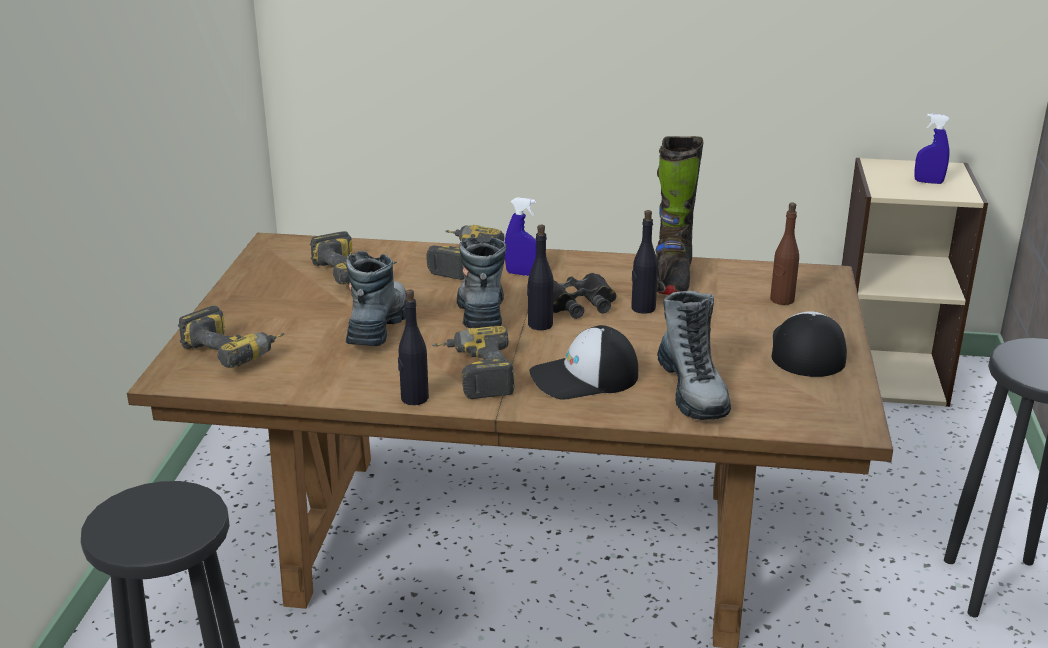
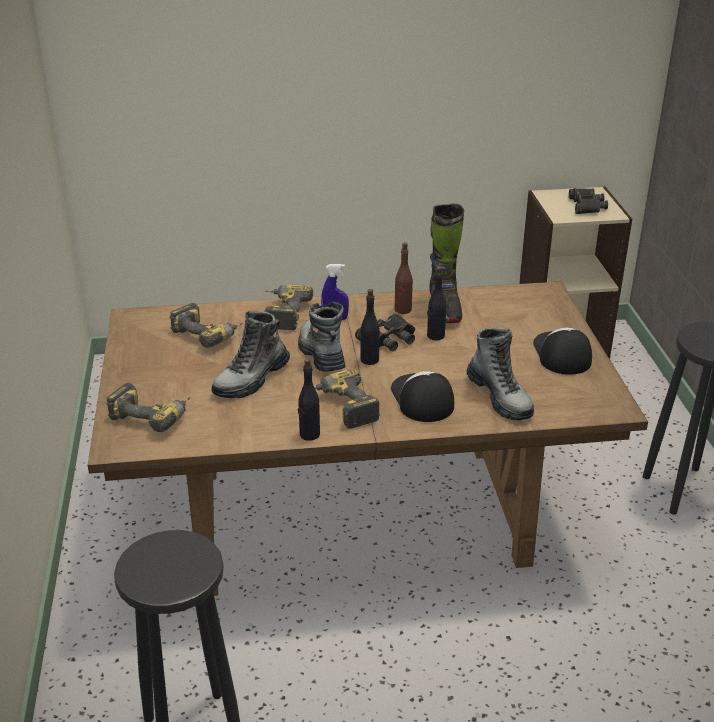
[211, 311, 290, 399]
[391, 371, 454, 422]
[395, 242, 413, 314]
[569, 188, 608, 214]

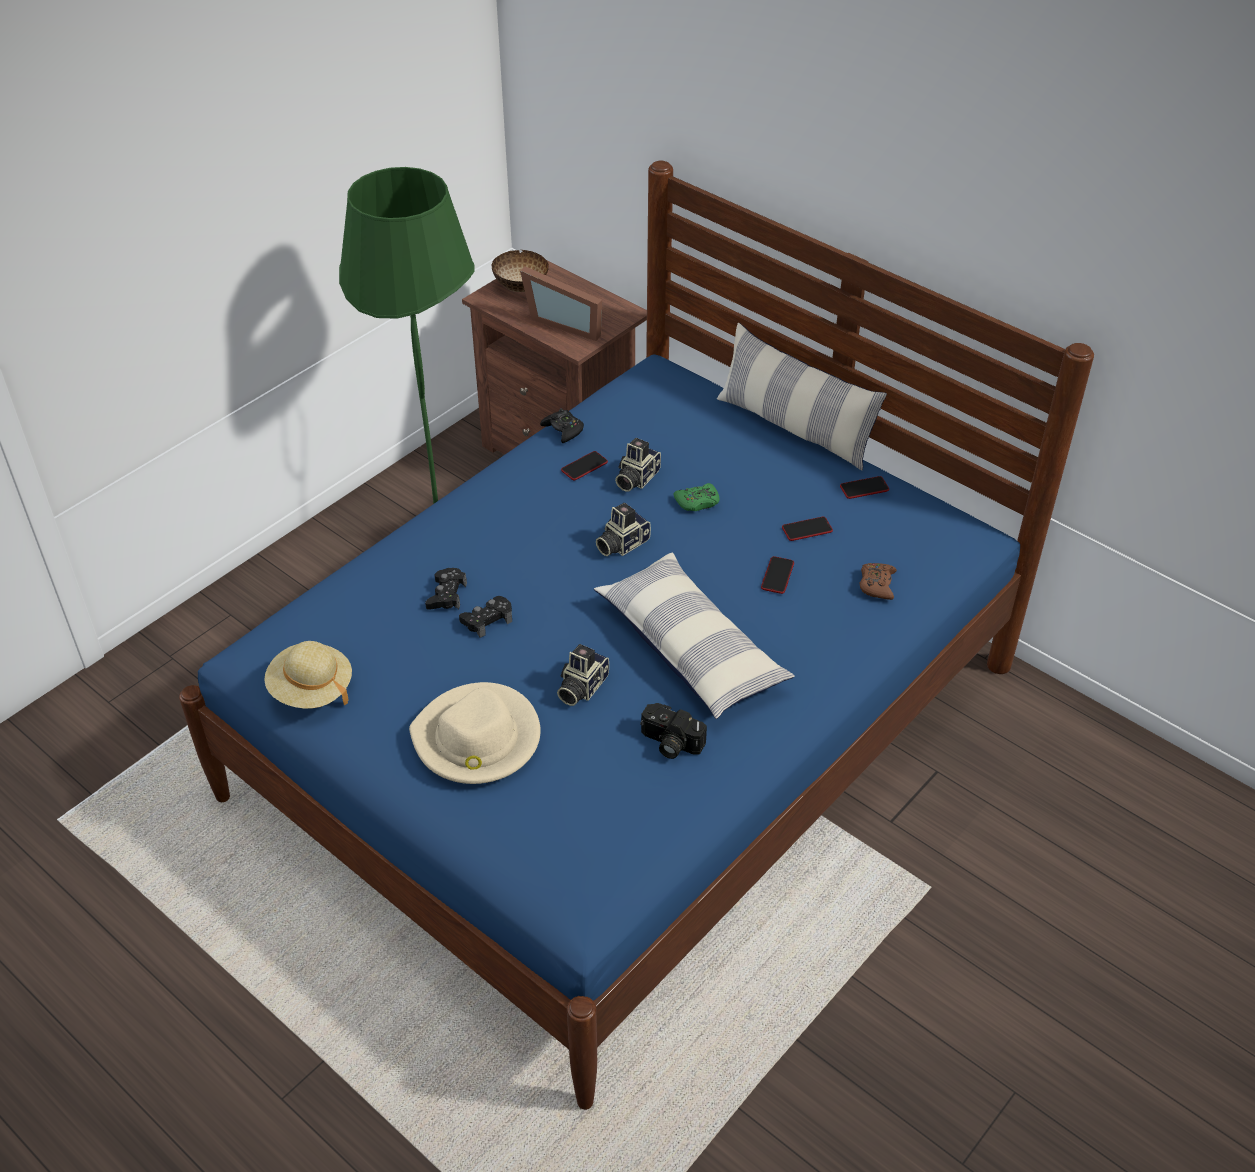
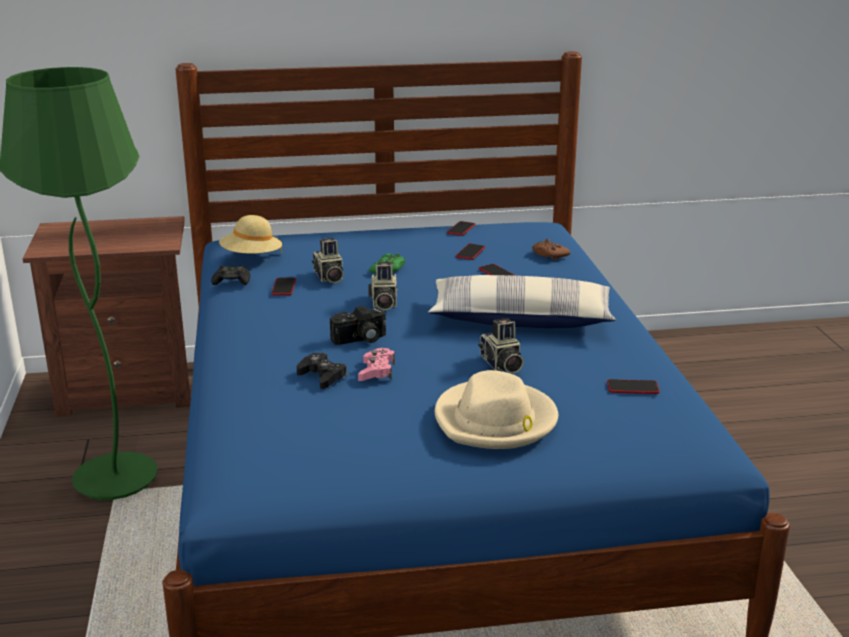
[219, 215, 282, 254]
[330, 306, 386, 345]
[358, 348, 395, 381]
[607, 379, 660, 394]
[492, 250, 549, 292] (first image)
[520, 266, 602, 341] (first image)
[717, 323, 887, 471] (first image)

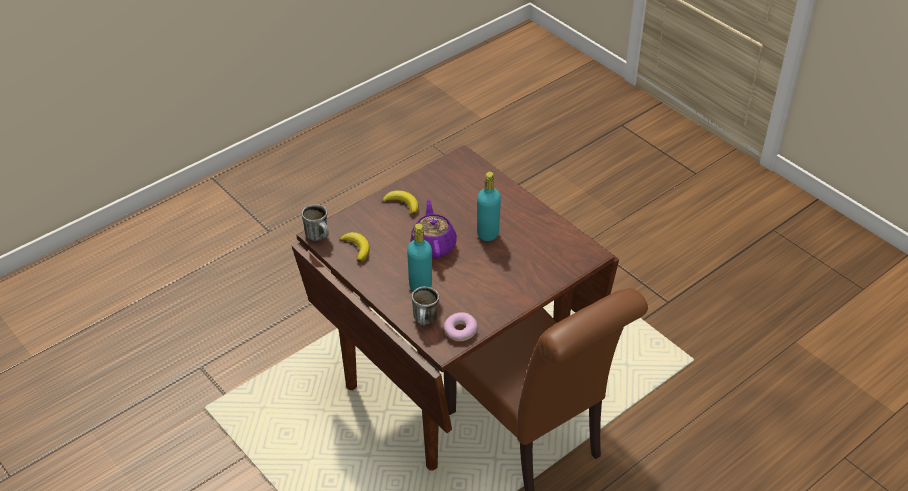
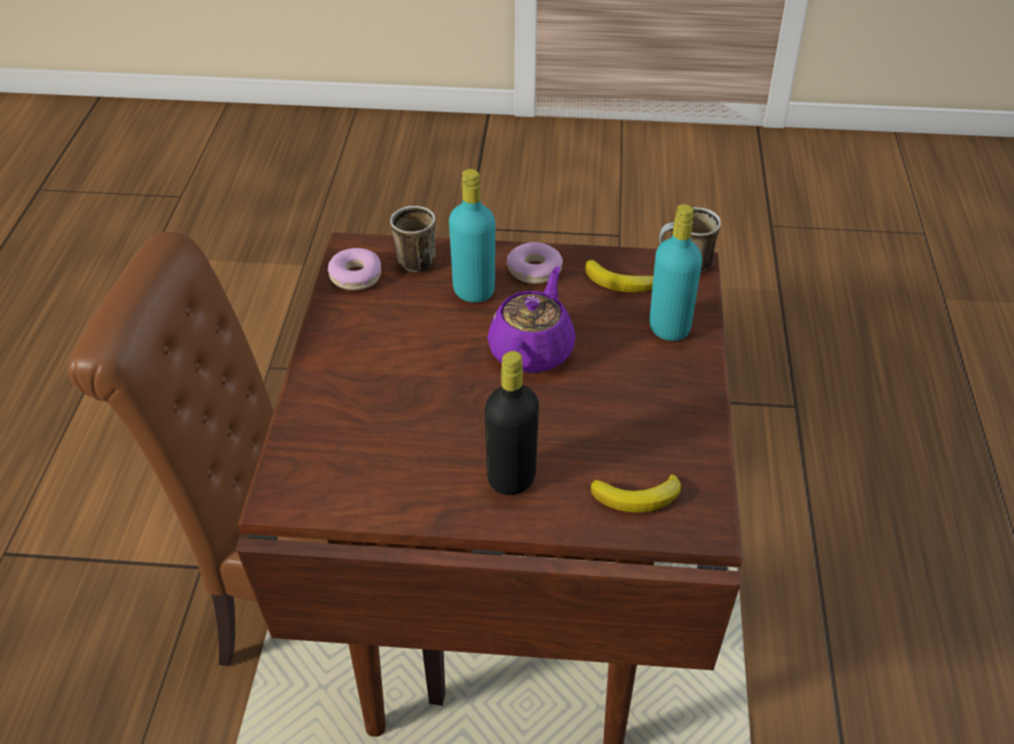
[485, 351, 539, 495]
[487, 267, 576, 373]
[507, 242, 563, 284]
[591, 474, 681, 512]
[649, 204, 702, 341]

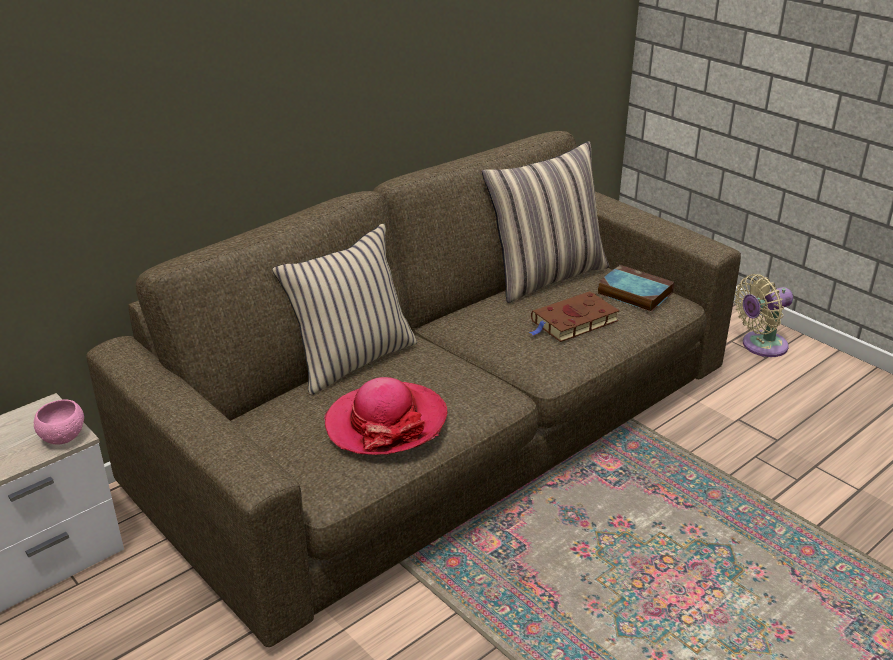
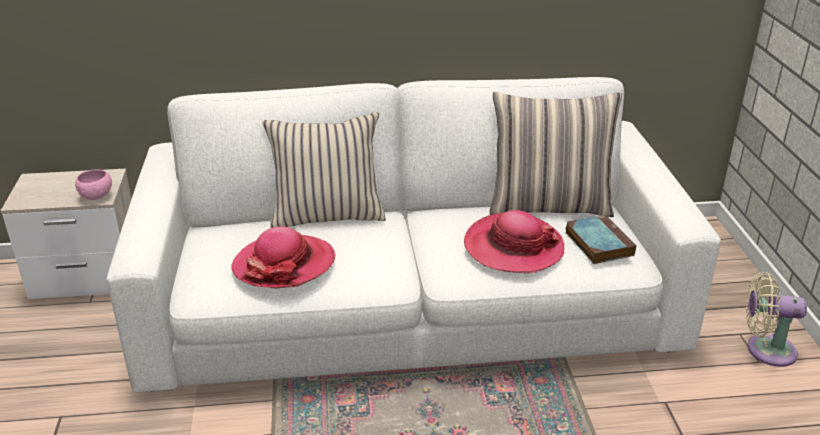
[107, 77, 721, 392]
[464, 210, 565, 274]

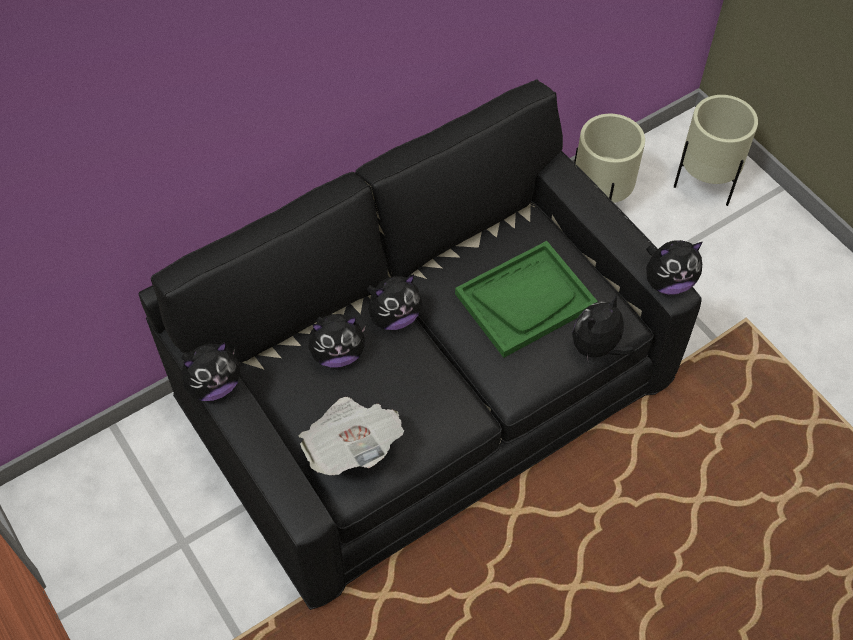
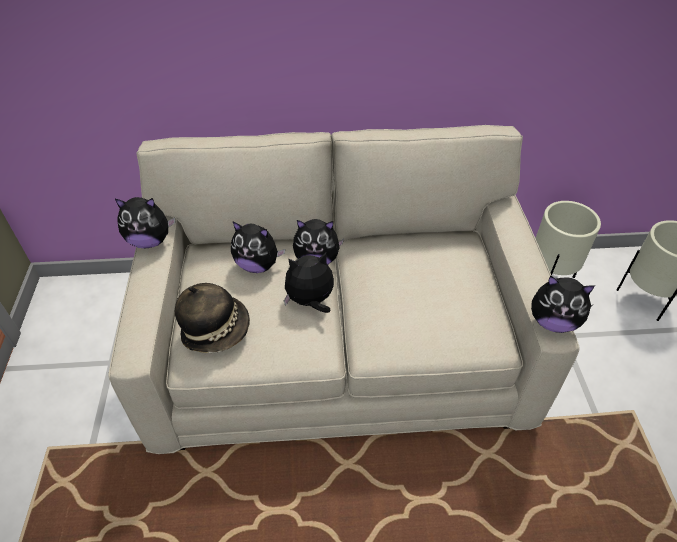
[108, 125, 580, 454]
[175, 283, 250, 353]
[284, 252, 334, 313]
[455, 241, 598, 358] (first image)

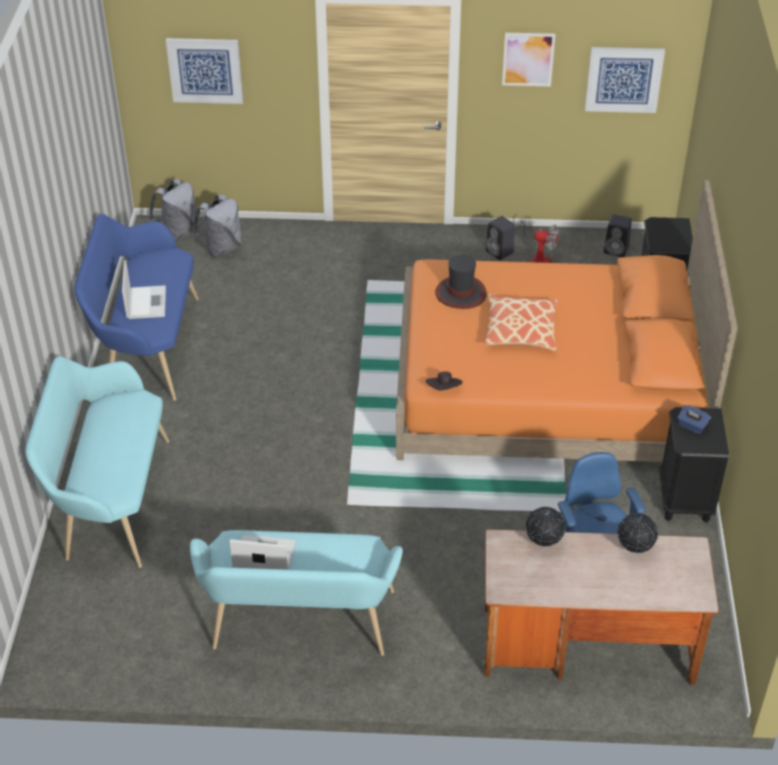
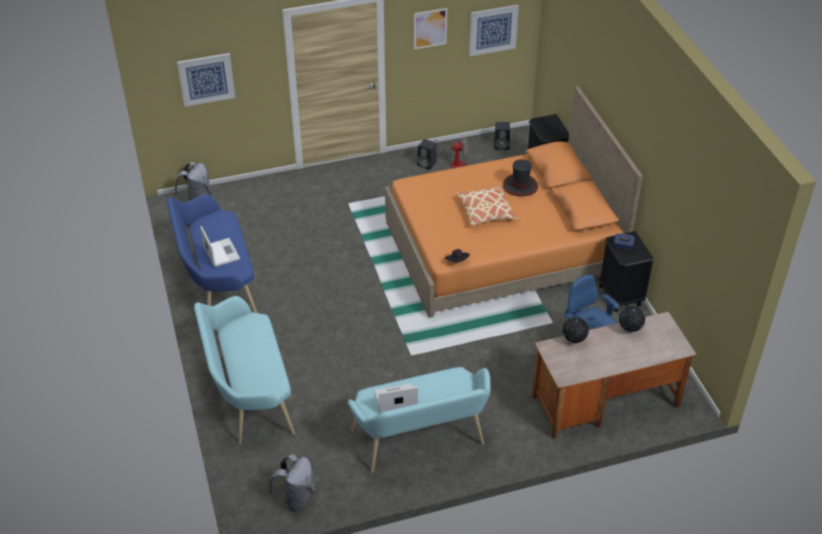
[268, 454, 315, 512]
[503, 159, 538, 196]

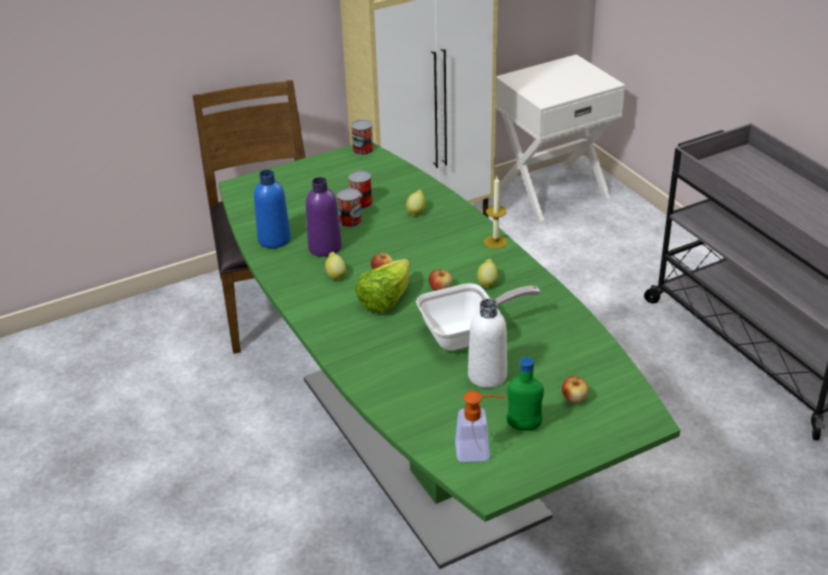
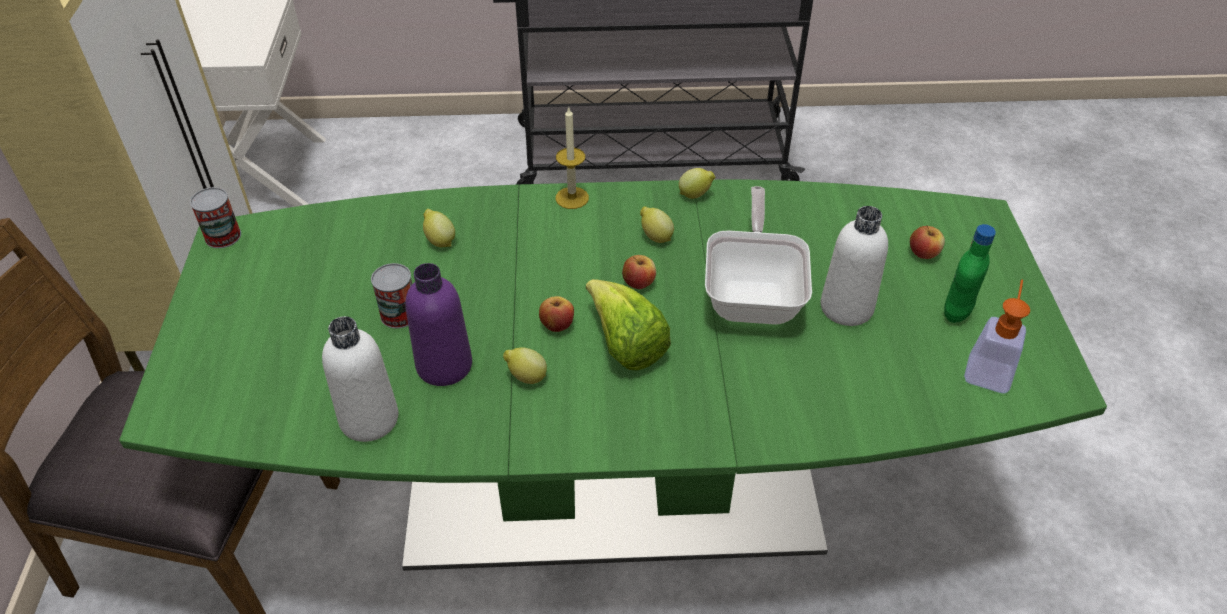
[322, 316, 398, 442]
[679, 168, 716, 199]
[348, 170, 372, 209] (first image)

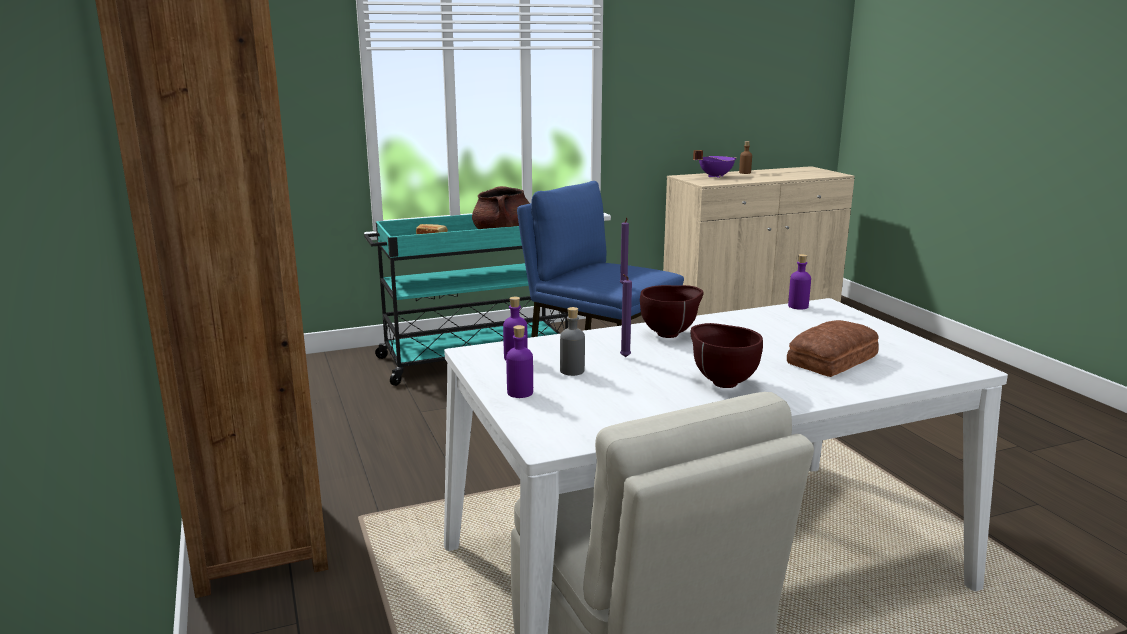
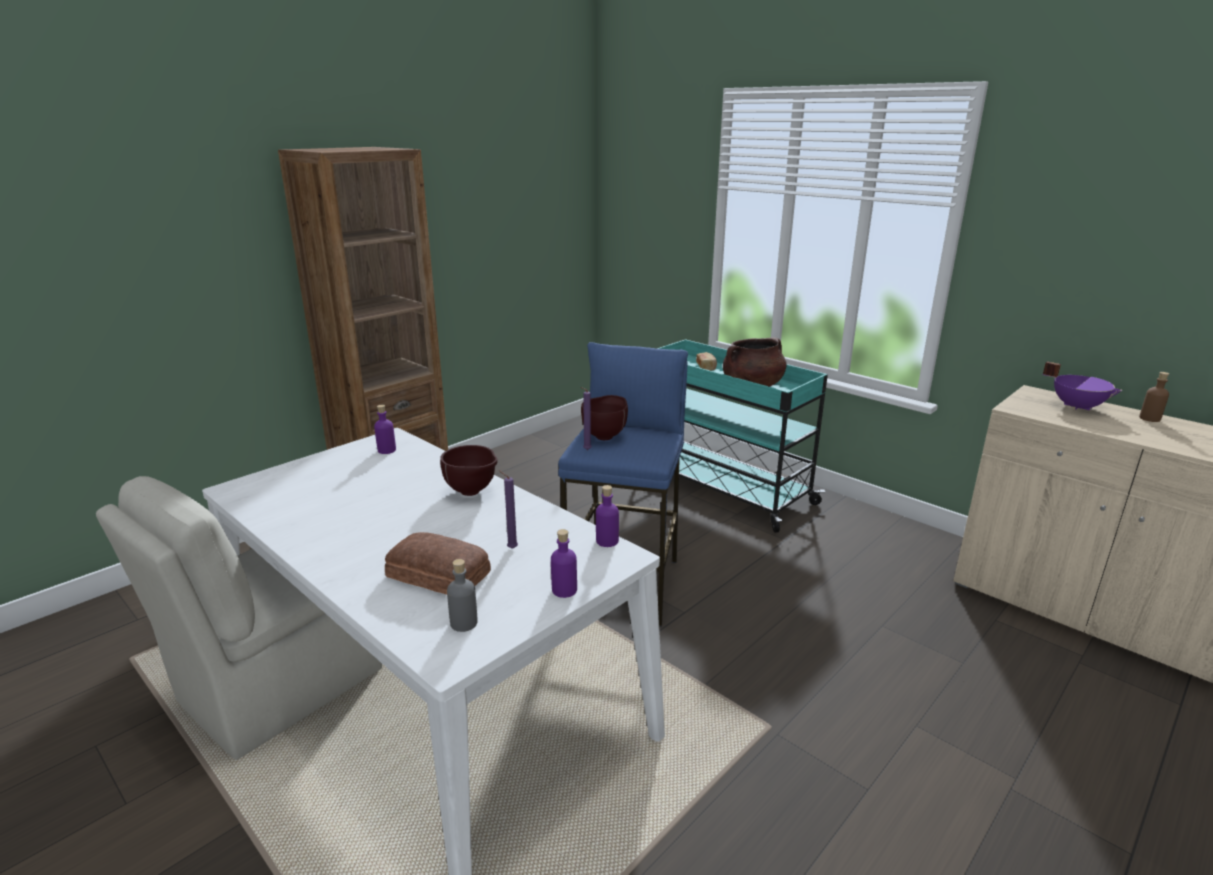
[447, 559, 478, 632]
[499, 471, 518, 549]
[551, 529, 577, 598]
[581, 395, 628, 440]

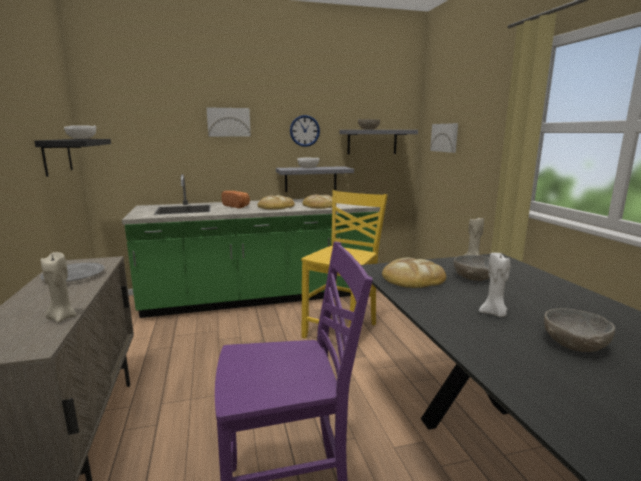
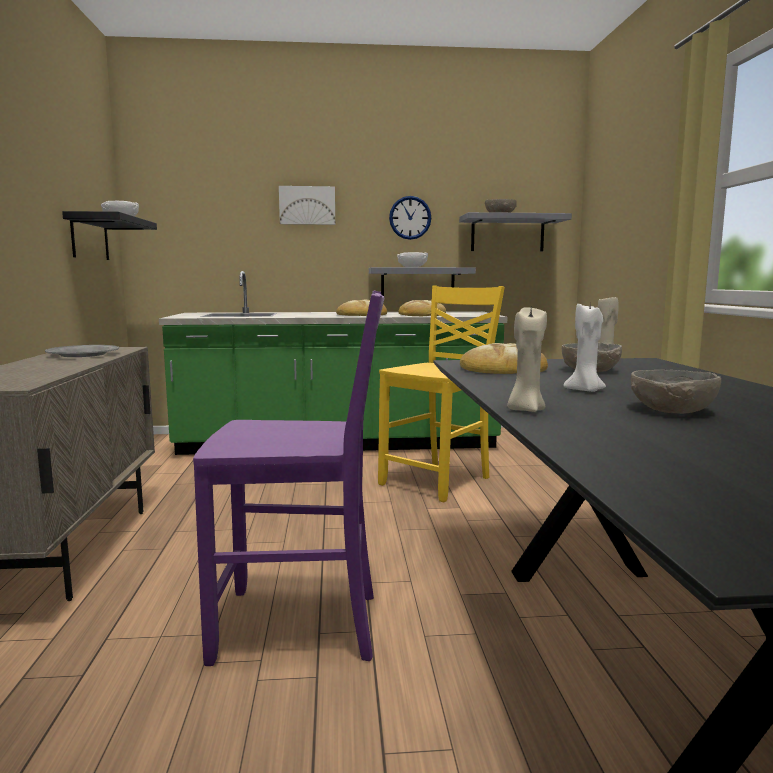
[507, 307, 547, 412]
[222, 191, 250, 208] (first image)
[430, 123, 458, 153] (first image)

